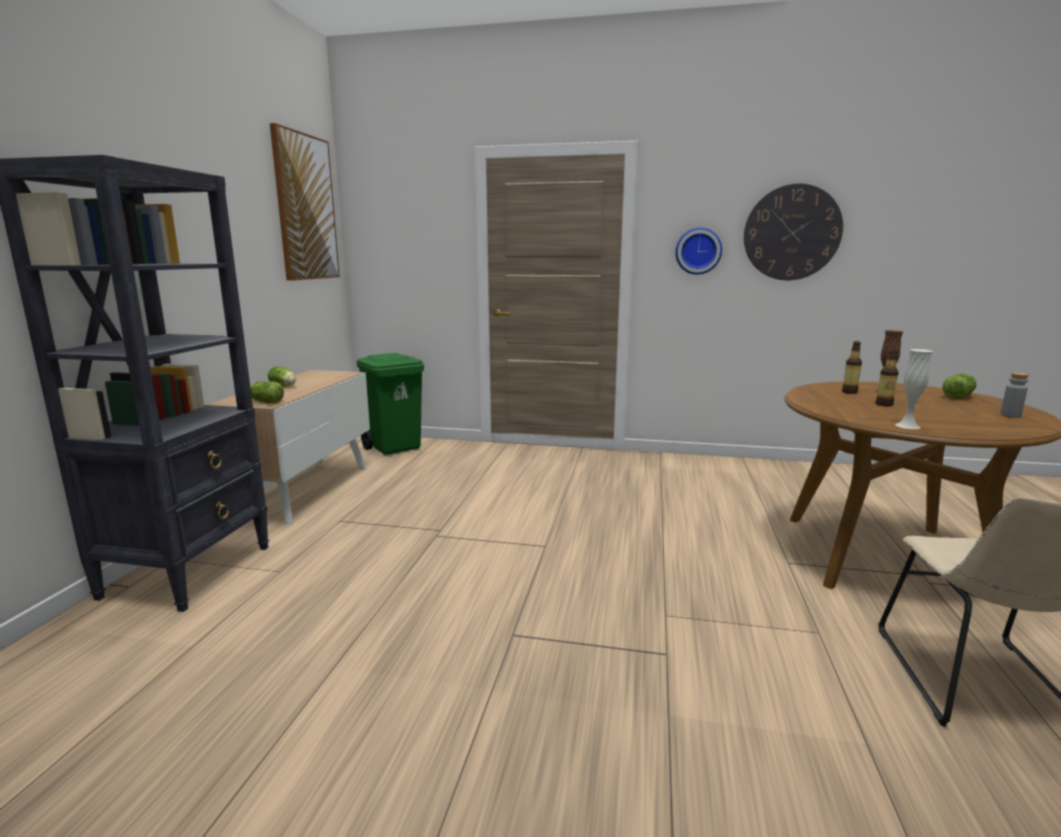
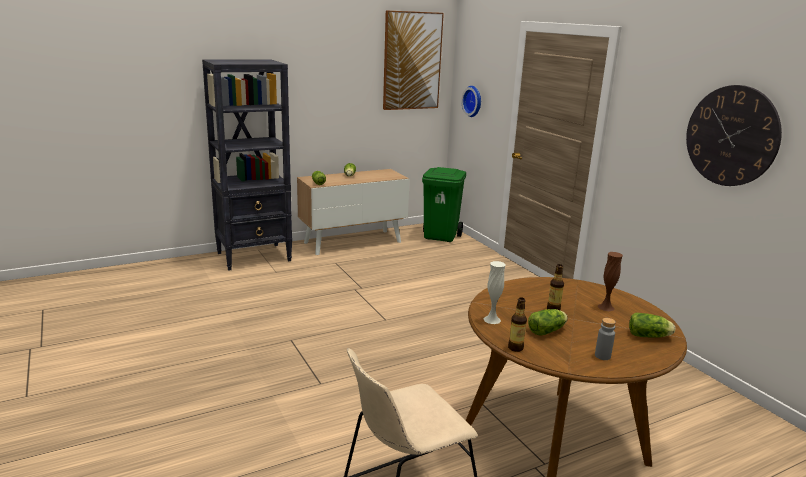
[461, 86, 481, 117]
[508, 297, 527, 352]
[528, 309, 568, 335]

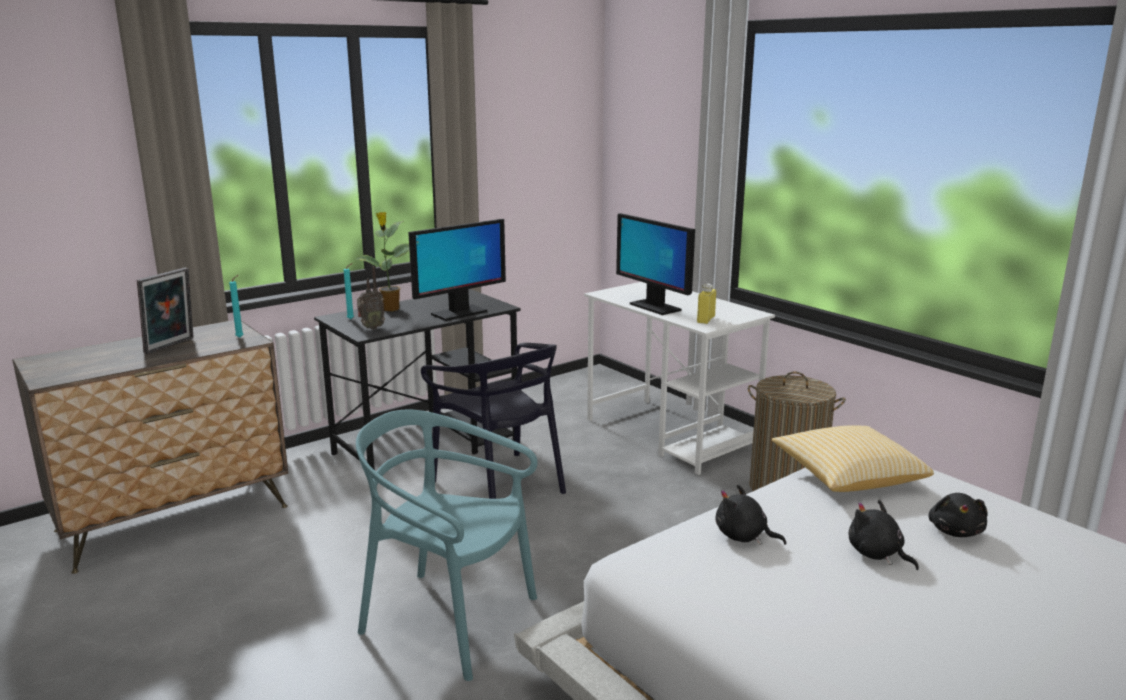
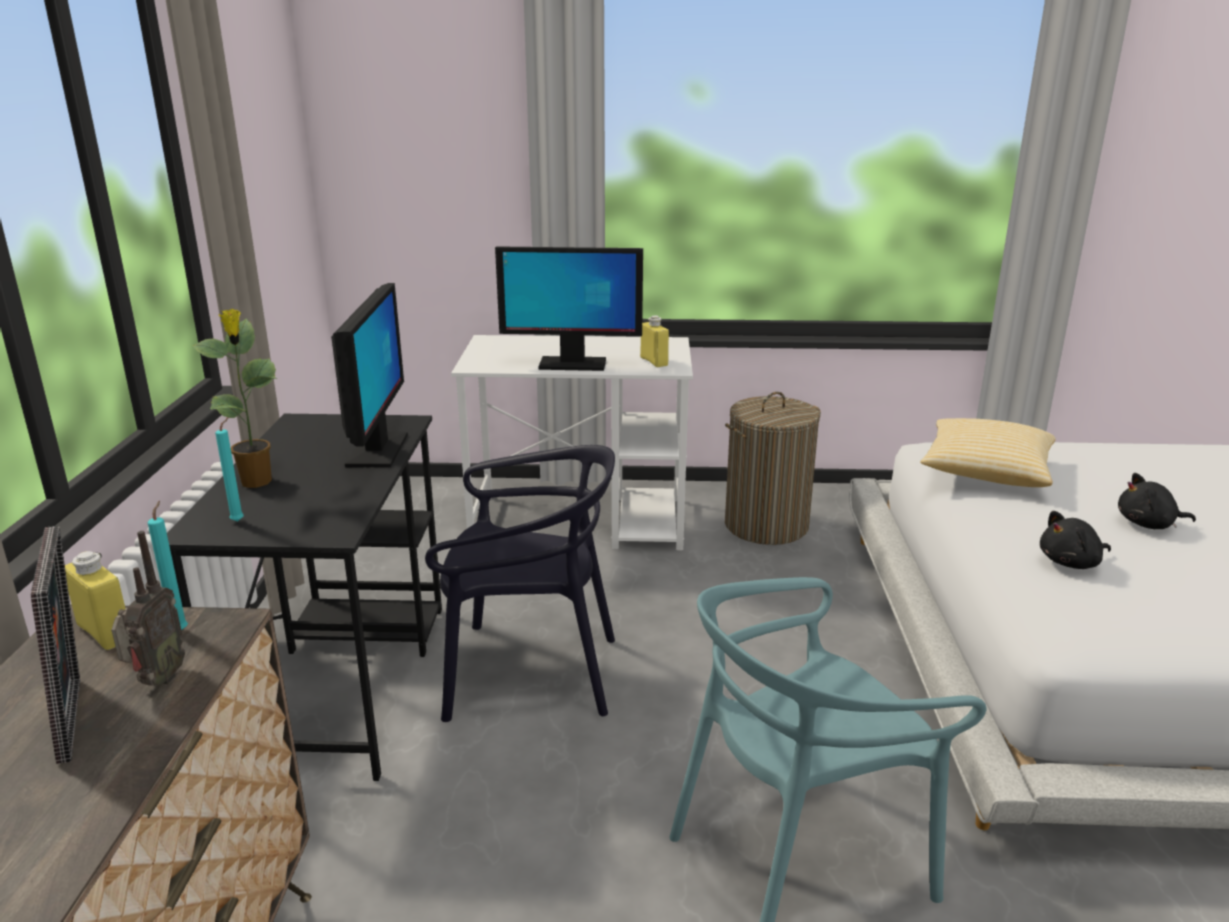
[65, 551, 126, 650]
[111, 531, 185, 687]
[928, 493, 988, 537] (first image)

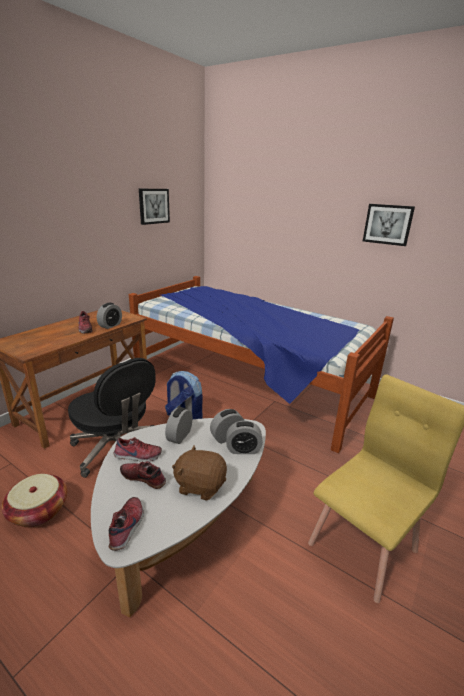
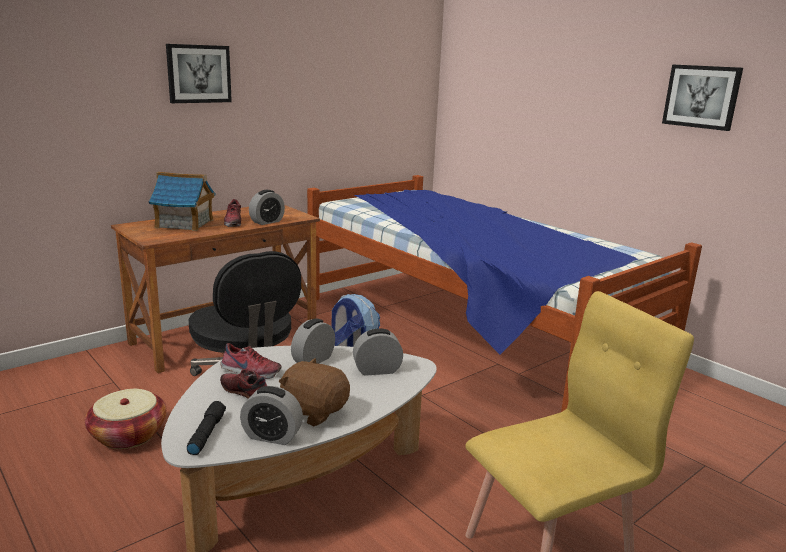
[149, 172, 216, 231]
[166, 44, 232, 103]
[187, 401, 226, 455]
[240, 386, 303, 445]

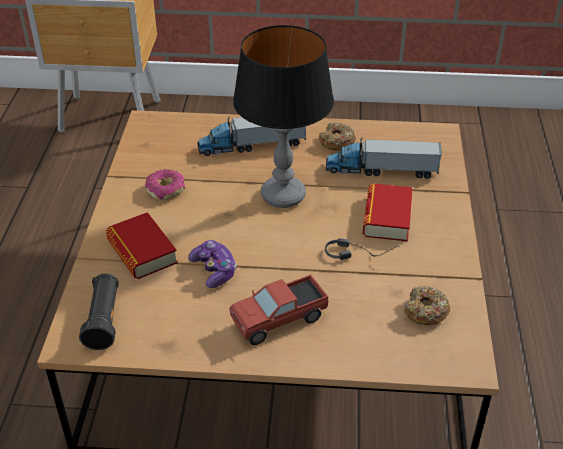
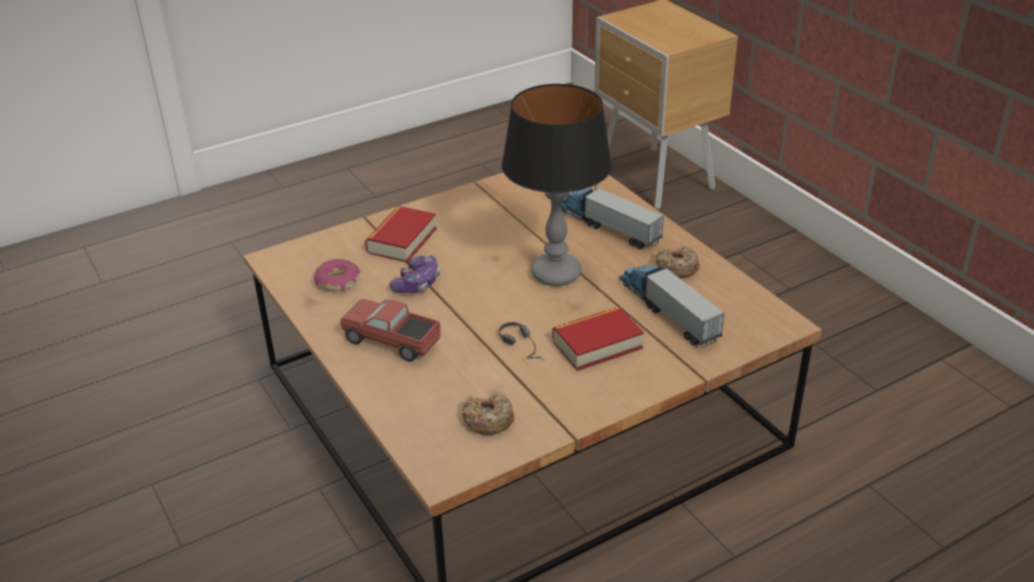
[314, 259, 360, 292]
[79, 274, 119, 350] (first image)

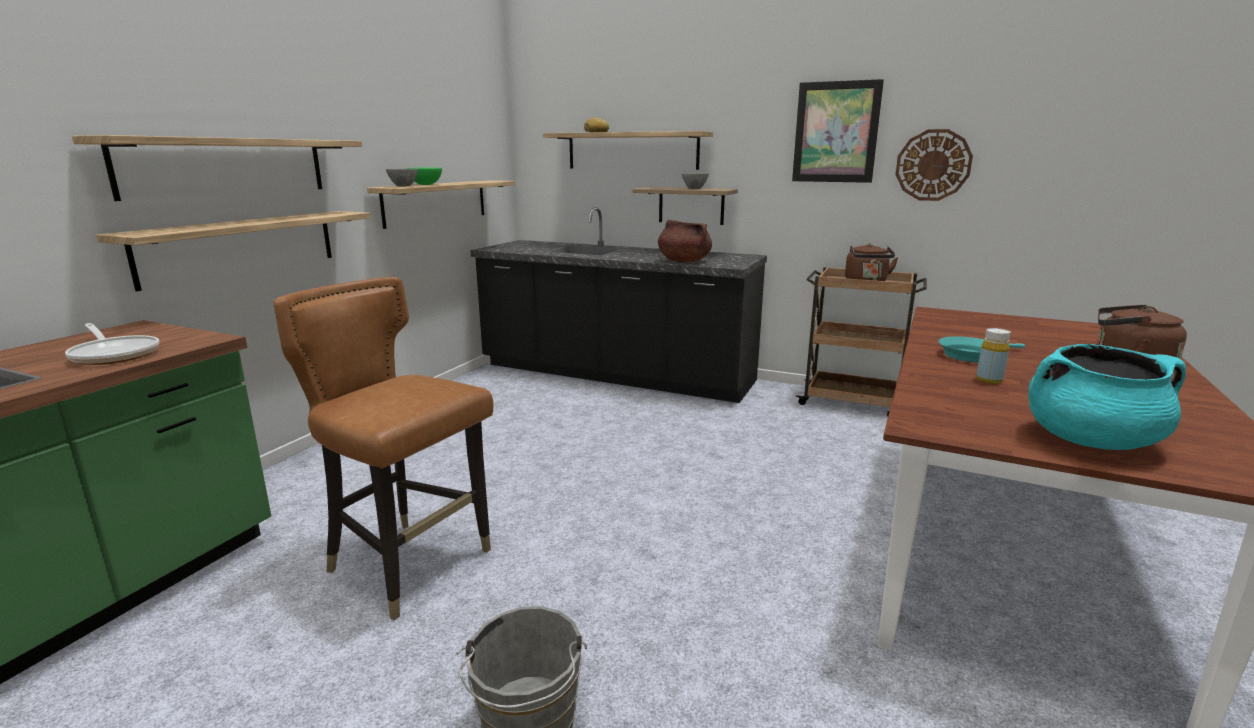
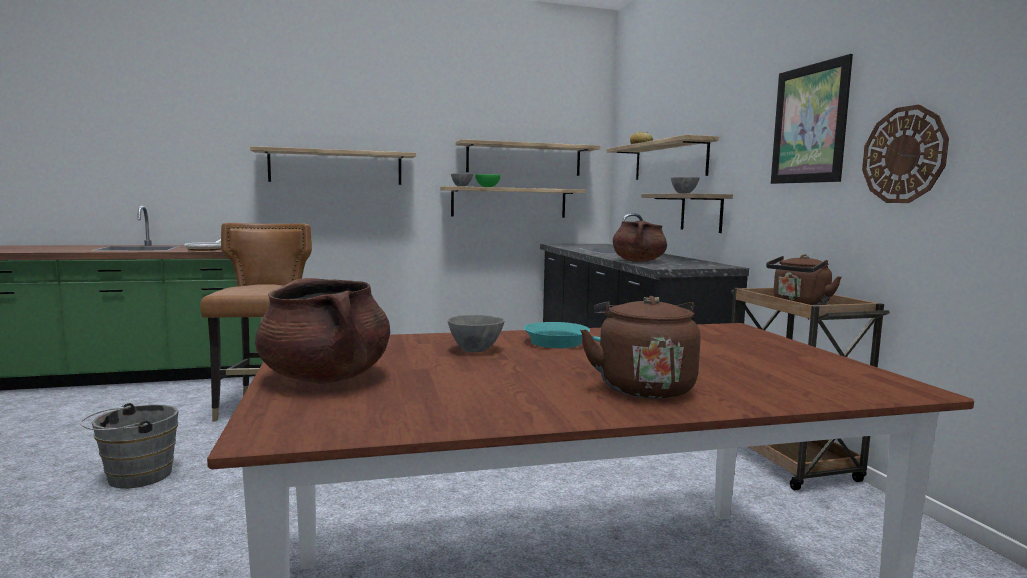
[255, 278, 390, 384]
[447, 315, 504, 352]
[455, 139, 601, 176]

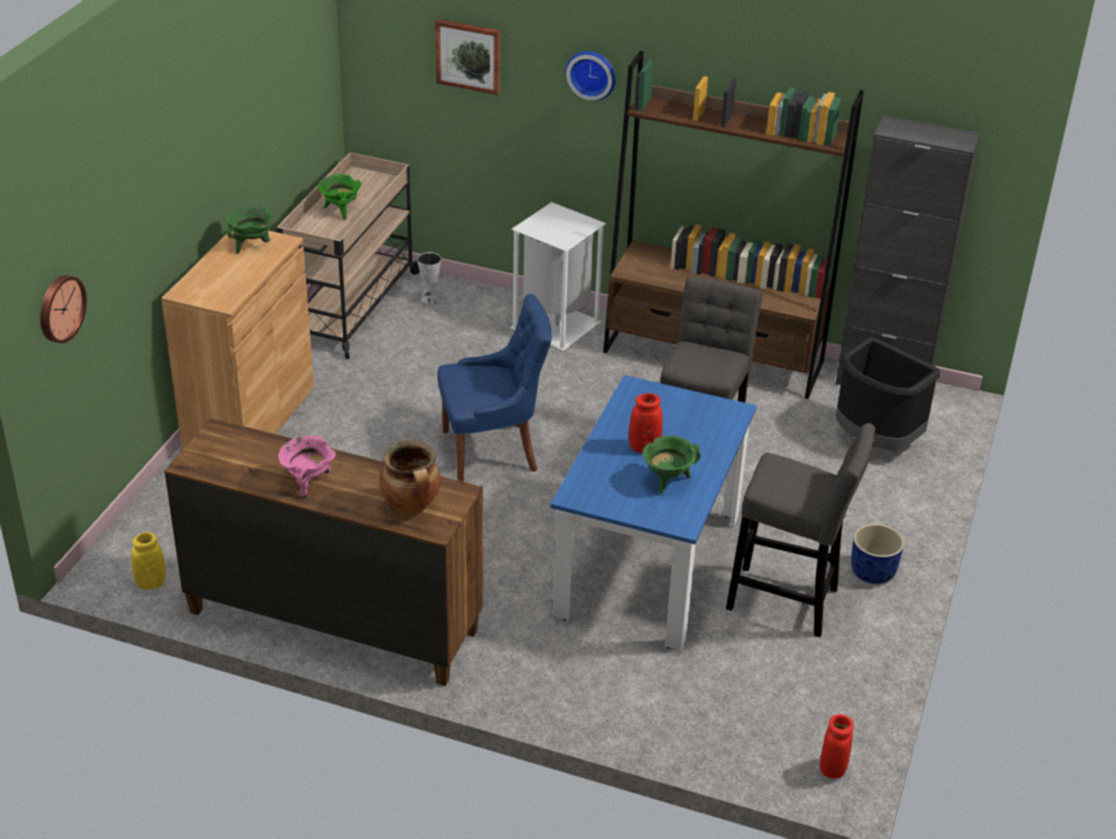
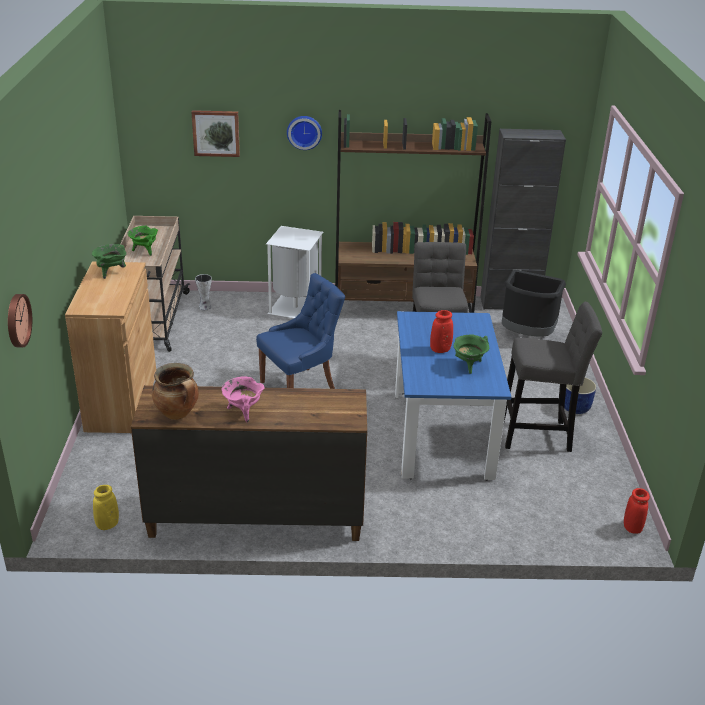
[152, 363, 199, 420]

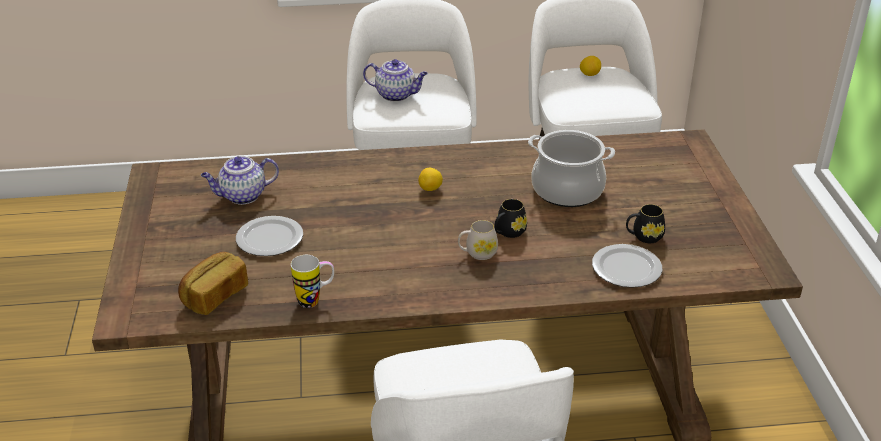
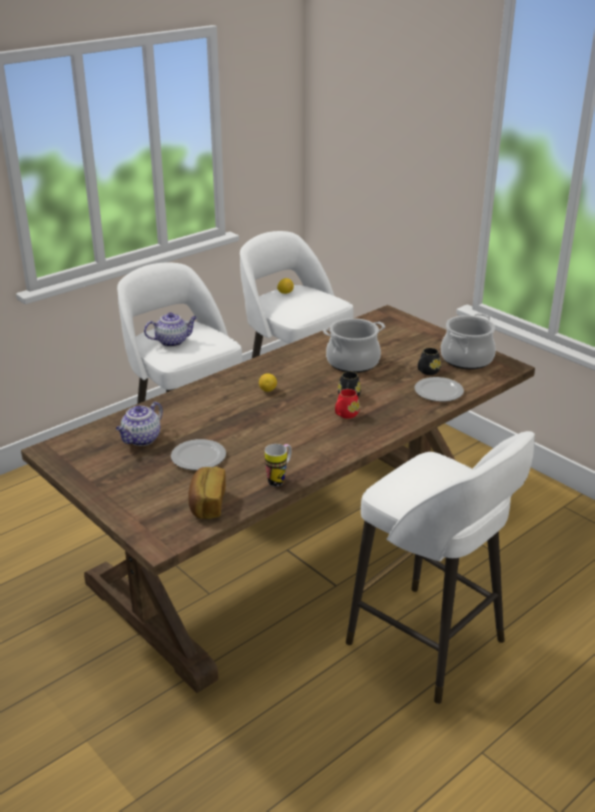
[335, 389, 360, 419]
[441, 313, 496, 369]

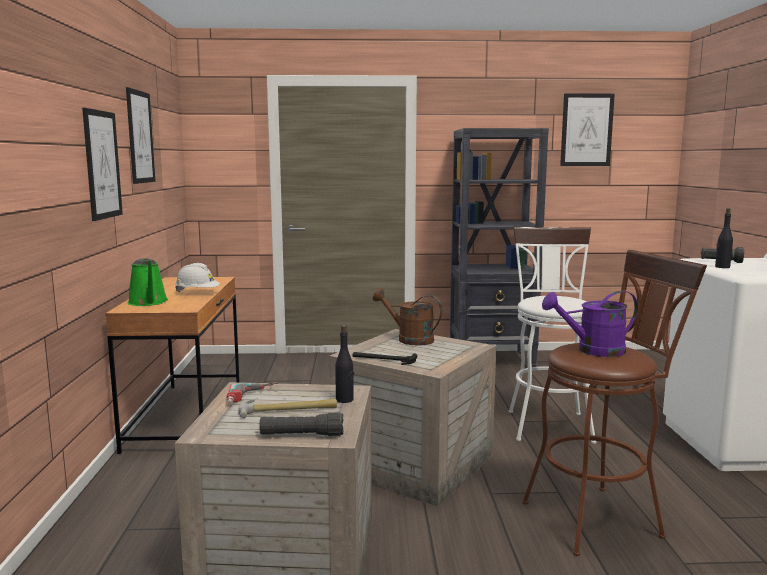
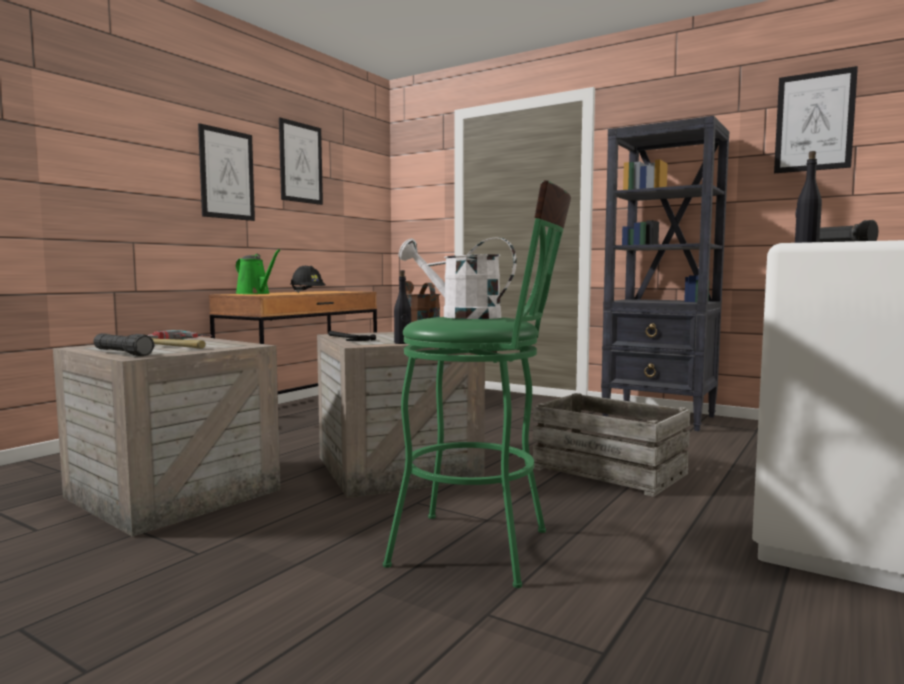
[236, 249, 280, 294]
[290, 266, 326, 293]
[383, 180, 571, 588]
[394, 270, 411, 344]
[398, 237, 517, 319]
[533, 393, 690, 497]

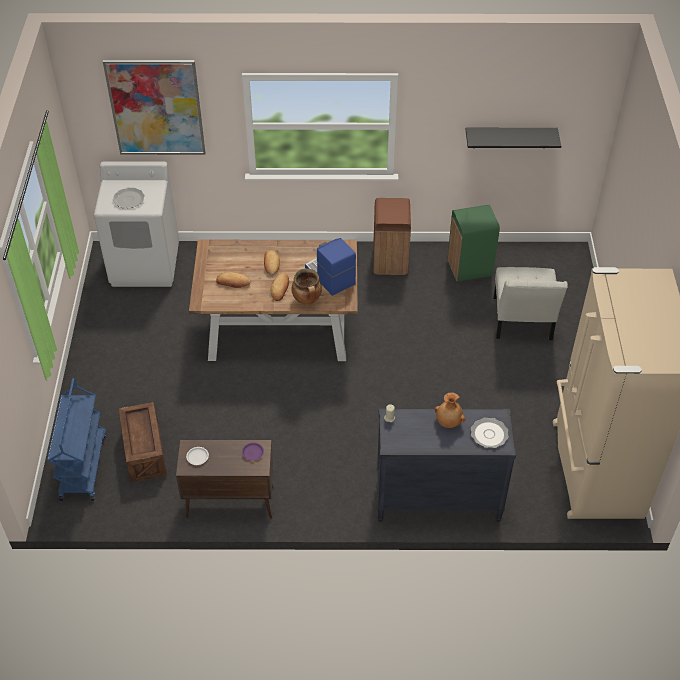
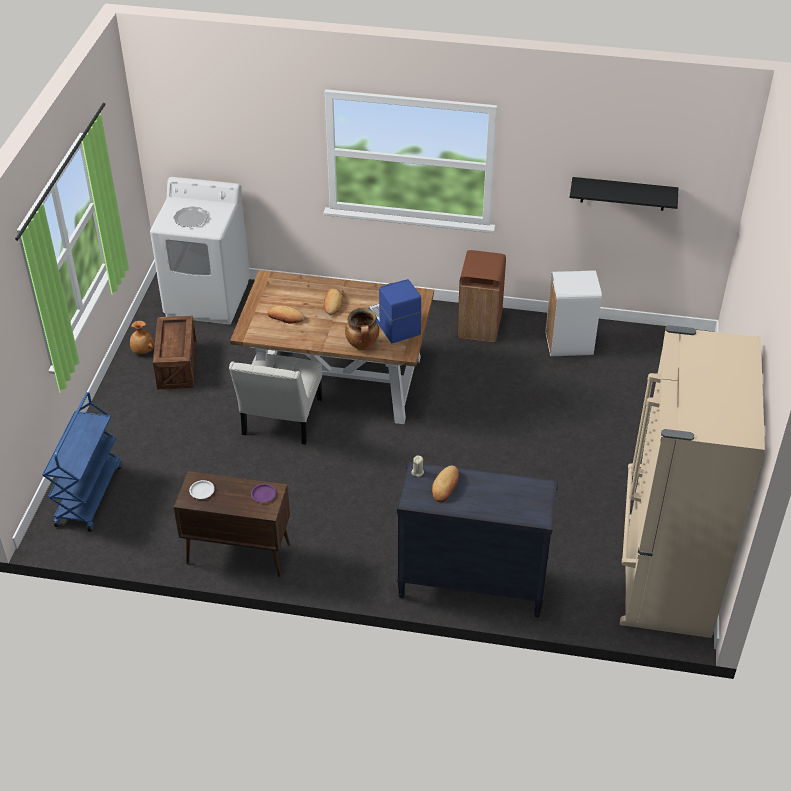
[130, 321, 154, 354]
[153, 316, 197, 389]
[229, 354, 323, 445]
[432, 466, 459, 502]
[546, 270, 602, 356]
[103, 60, 205, 155] (first image)
[471, 417, 509, 448] (first image)

